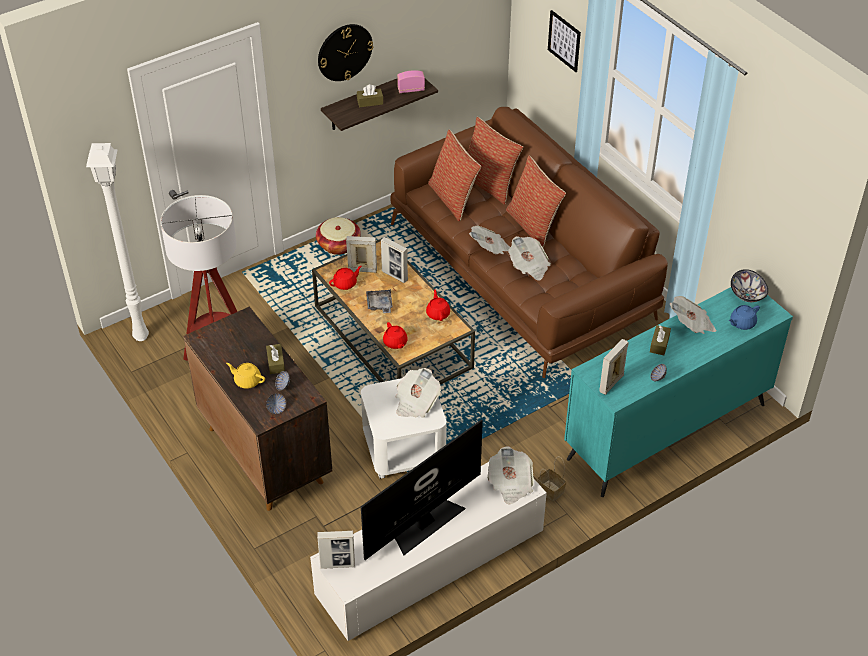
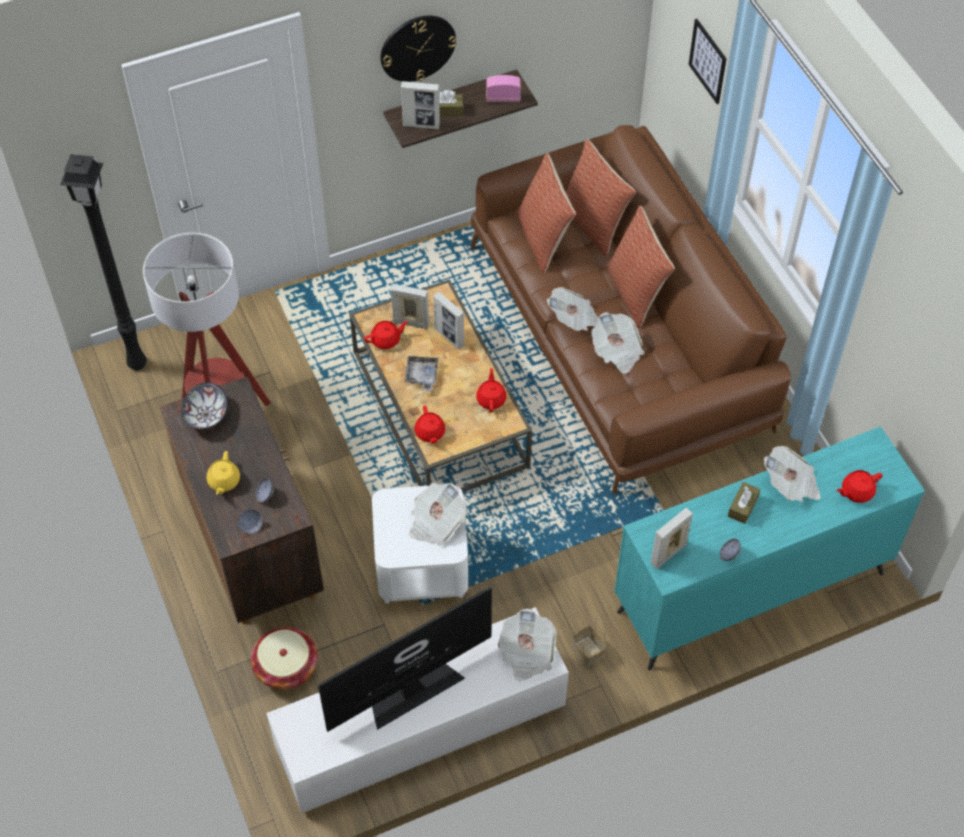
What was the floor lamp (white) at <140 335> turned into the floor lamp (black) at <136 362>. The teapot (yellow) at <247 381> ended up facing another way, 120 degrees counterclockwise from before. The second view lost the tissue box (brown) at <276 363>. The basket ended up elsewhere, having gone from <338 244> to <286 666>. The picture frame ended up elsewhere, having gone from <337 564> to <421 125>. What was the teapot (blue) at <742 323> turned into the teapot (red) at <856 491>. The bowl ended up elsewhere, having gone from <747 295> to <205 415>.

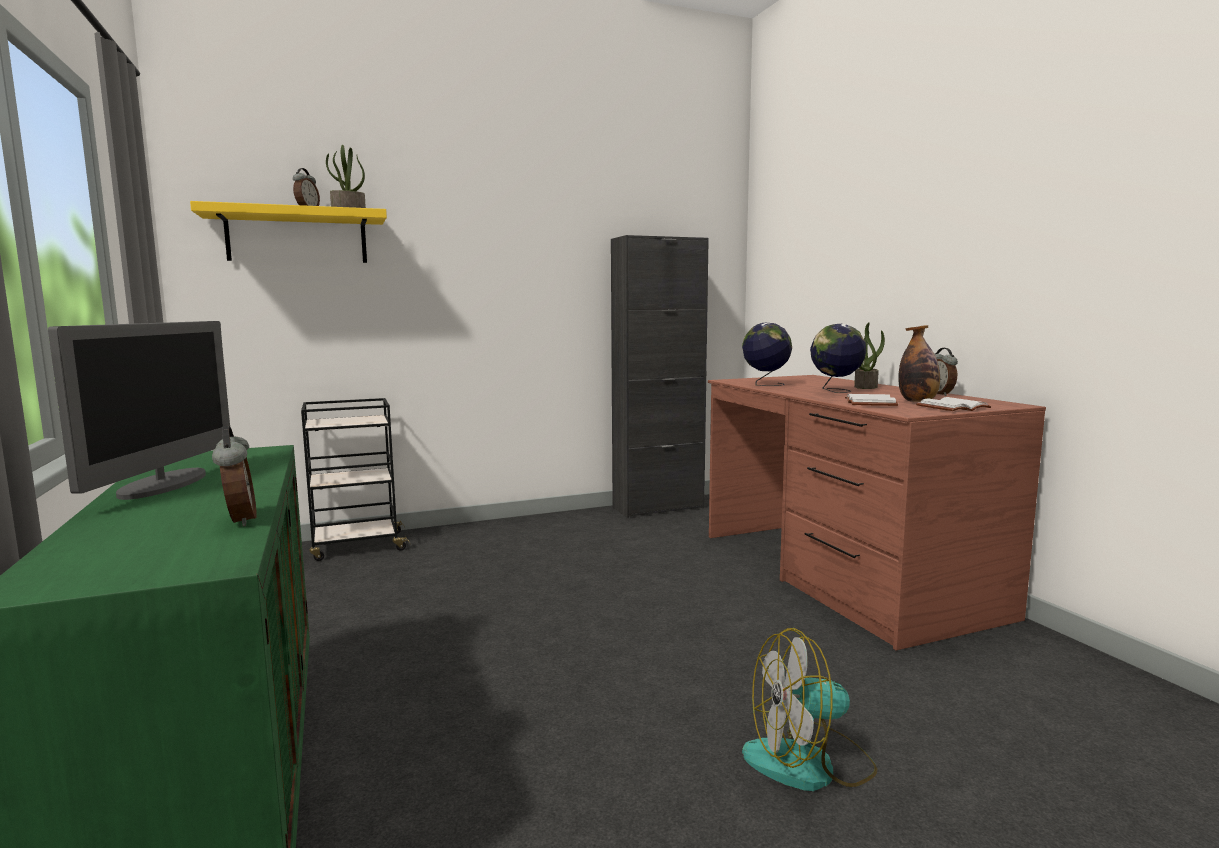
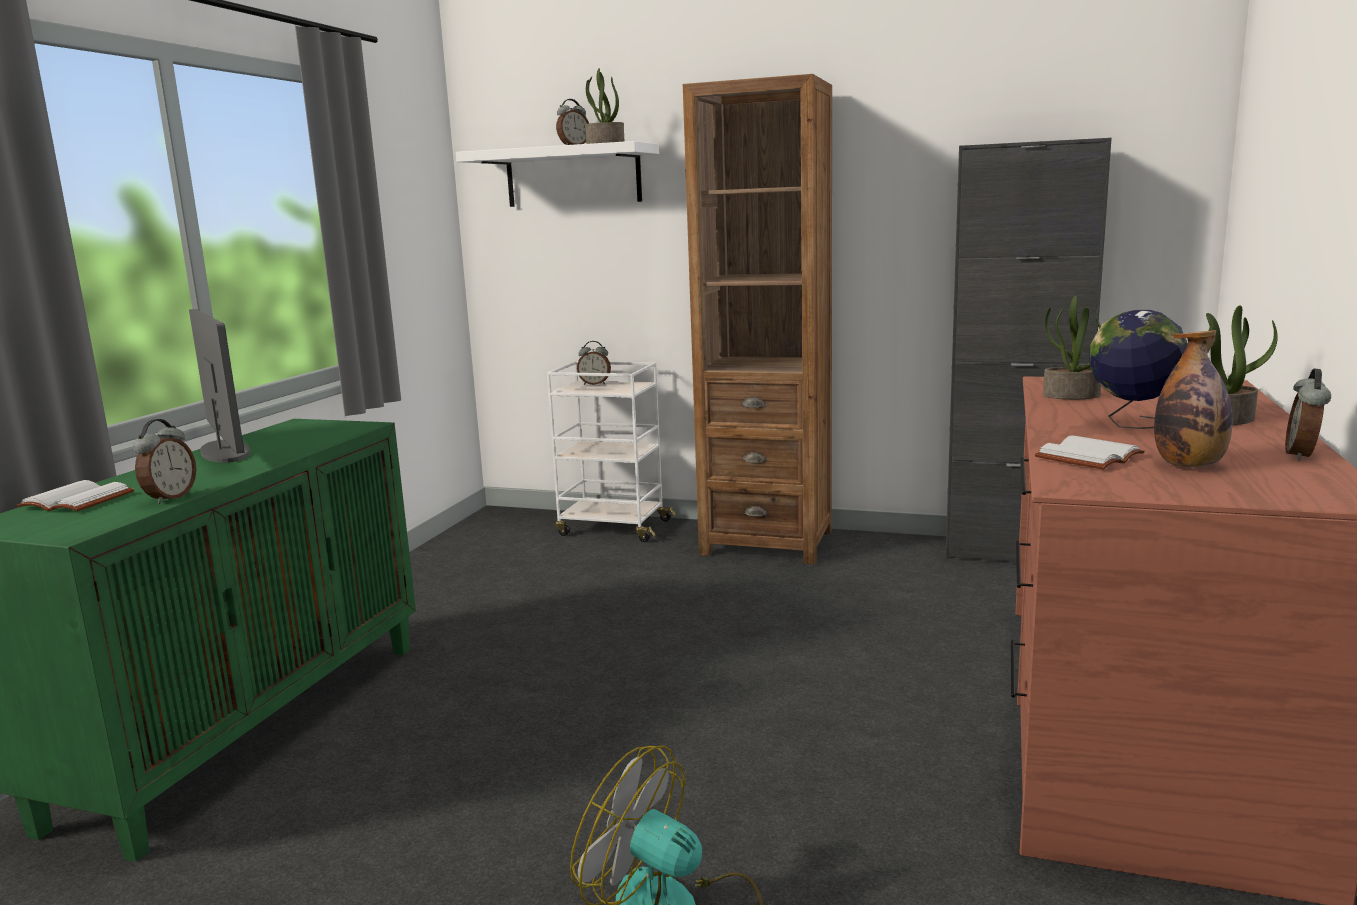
The monitor at <164 484> ended up facing another way, 75 degrees counterclockwise from before. What was the shelf (yellow) at <297 237> turned into the shelf (white) at <573 176>. What was the cart (black) at <357 546> turned into the cart (white) at <612 528>. Where the globe stood at <765 384>, the potted plant came to stand at <1070 396>. The book (white) ended up elsewhere, having gone from <952 407> to <80 500>. The second view gained the alarm clock at <595 384>. The second view gained the bookcase (brown) at <767 542>.

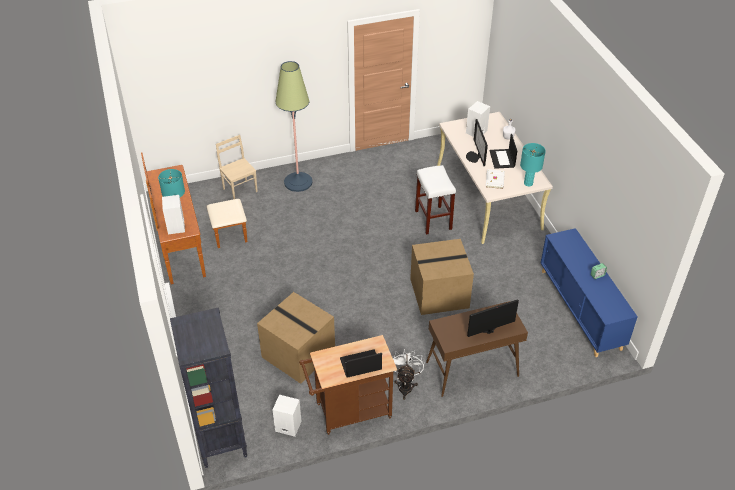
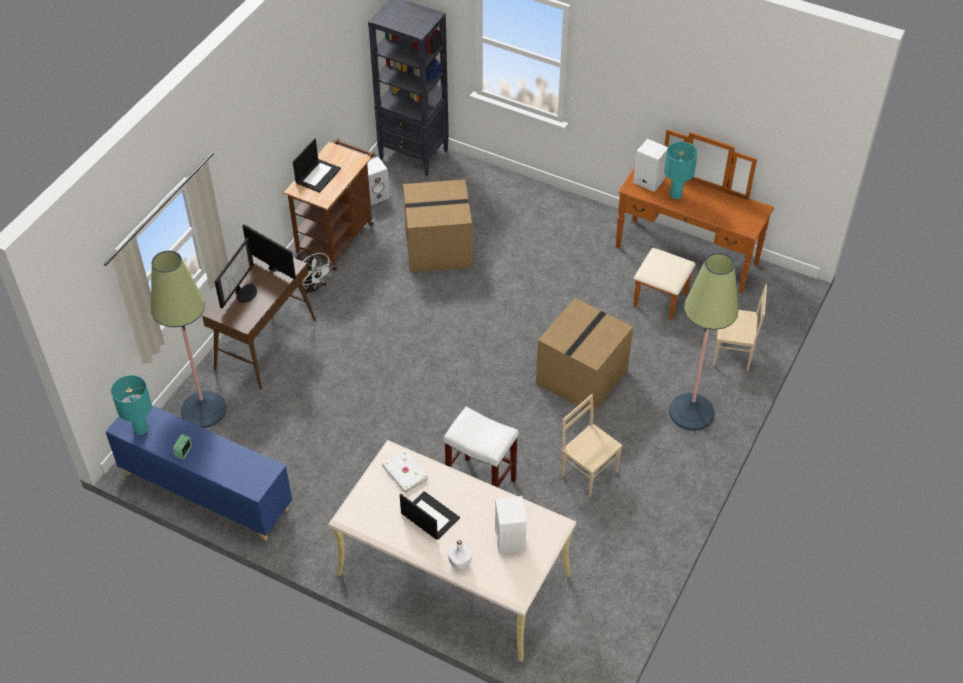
The cardboard box ended up elsewhere, having gone from <440 292> to <582 378>. The monitor ended up elsewhere, having gone from <474 157> to <276 265>. The table lamp (turquoise) ended up elsewhere, having gone from <528 183> to <141 429>. The second view gained the floor lamp at <203 410>. The second view gained the chair (beige) at <588 472>.

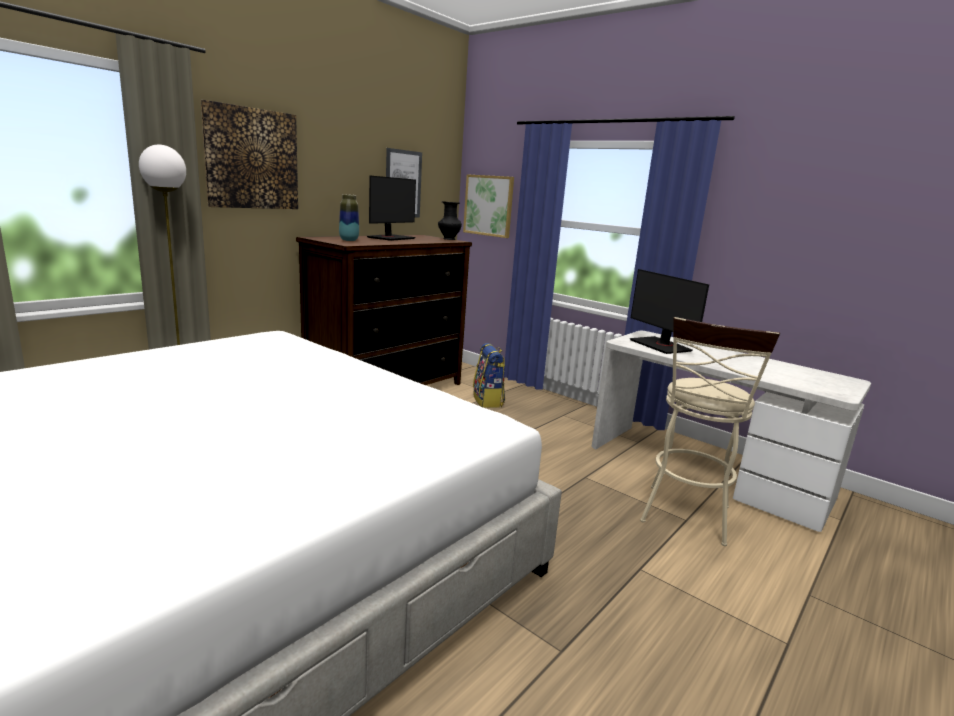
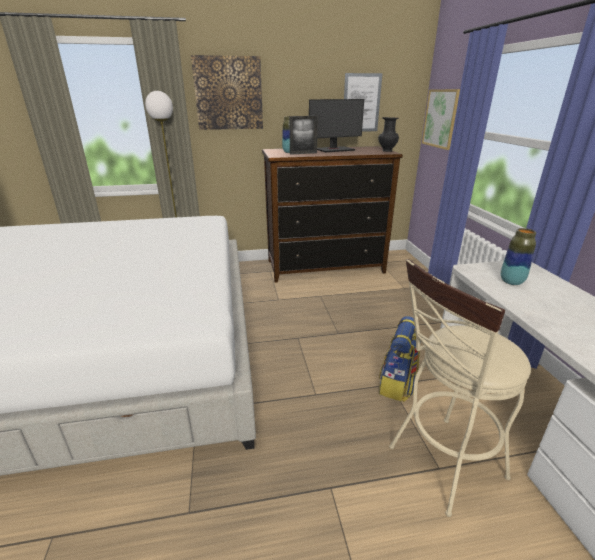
The backpack ended up elsewhere, having gone from <488 401> to <397 384>. Where the monitor stood at <661 345>, the vase came to stand at <511 282>. The second view gained the picture frame at <303 153>.

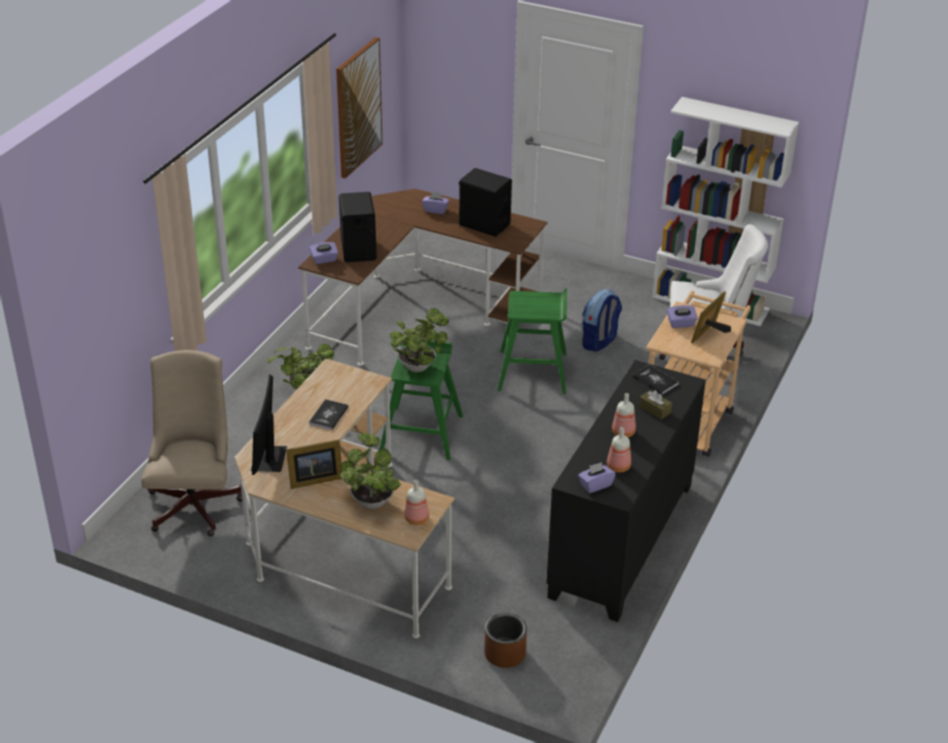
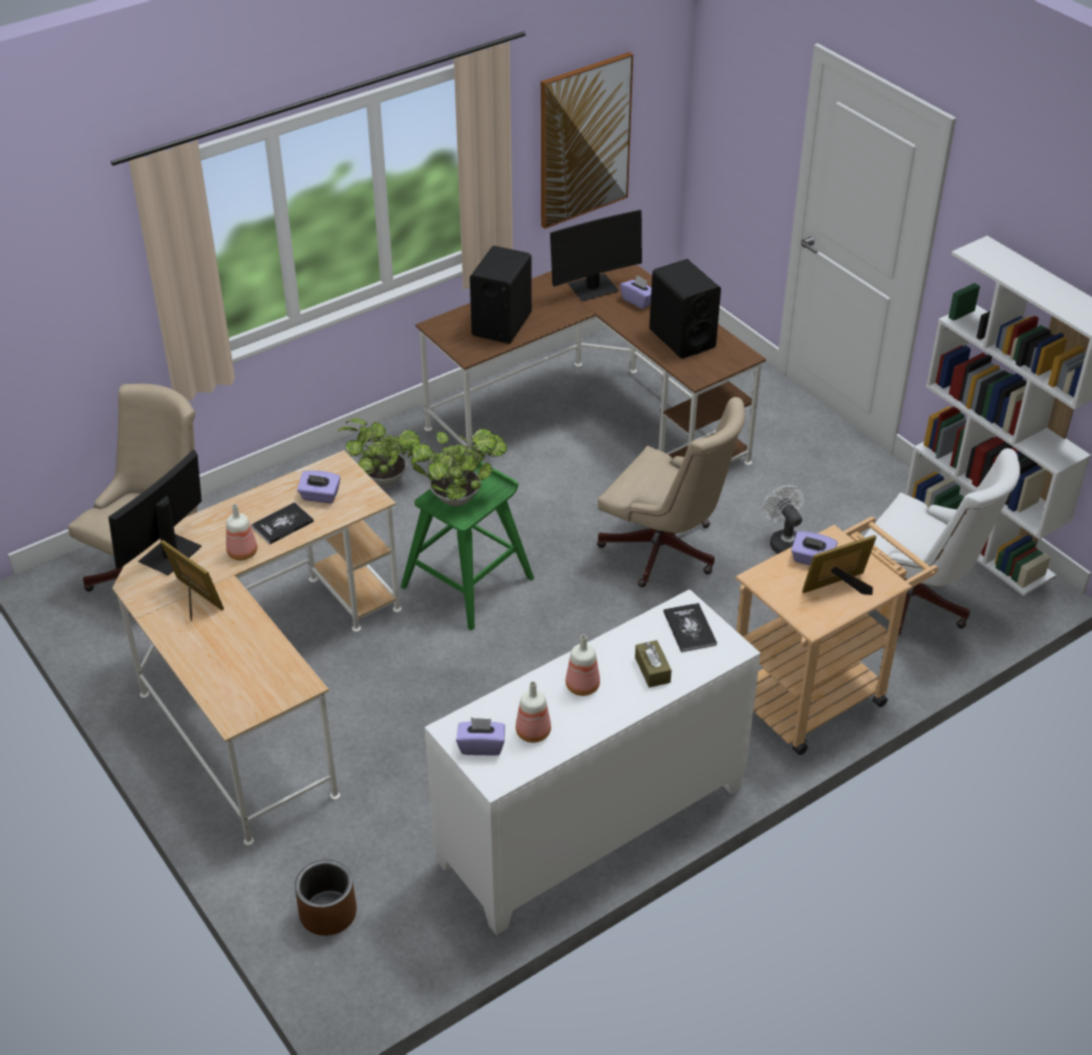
The picture frame at <313 479> ended up facing another way, 150 degrees counterclockwise from before. The tissue box (purple) ended up elsewhere, having gone from <324 260> to <320 496>. The second view lost the potted plant at <371 499>. The bottle ended up elsewhere, having gone from <417 518> to <243 553>. Where the stool (green) stood at <533 372>, the office chair (beige) came to stand at <666 553>. What was the cabinet (black) at <623 541> turned into the cabinet (white) at <593 826>. Where the backpack stood at <599 342>, the fan (white) came to stand at <783 542>. The second view gained the monitor at <593 288>.

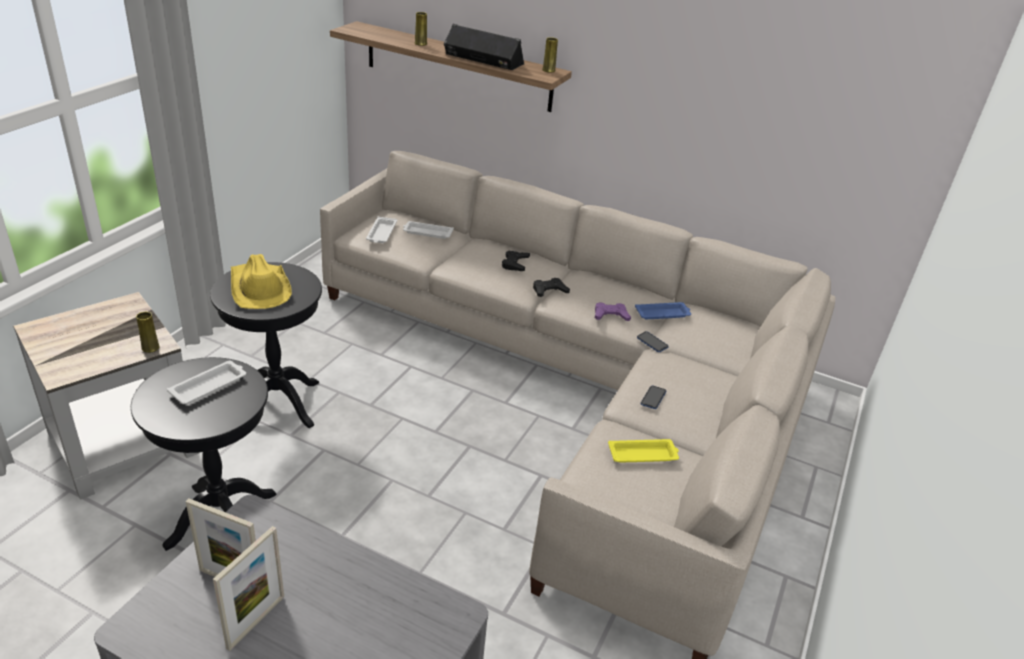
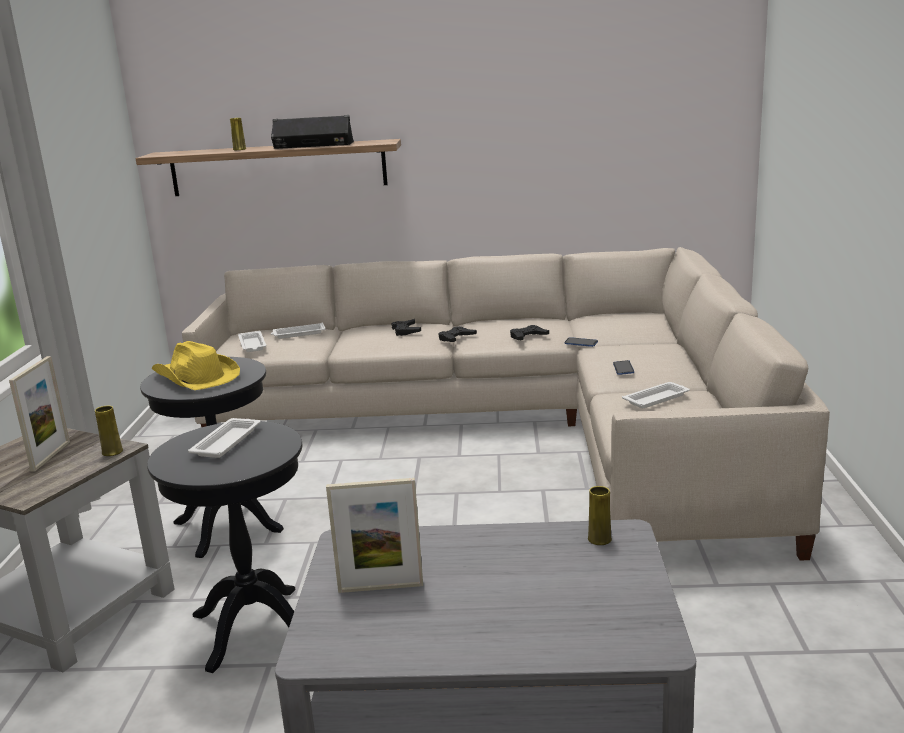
The picture frame ended up elsewhere, having gone from <256 622> to <51 456>. The vase (yellow) ended up elsewhere, having gone from <548 70> to <599 539>. What was the game controller (purple) at <610 315> turned into the game controller (black) at <528 337>. What was the tray (yellow) at <643 454> turned into the tray (white) at <657 399>. The second view lost the tray (blue) at <663 314>.

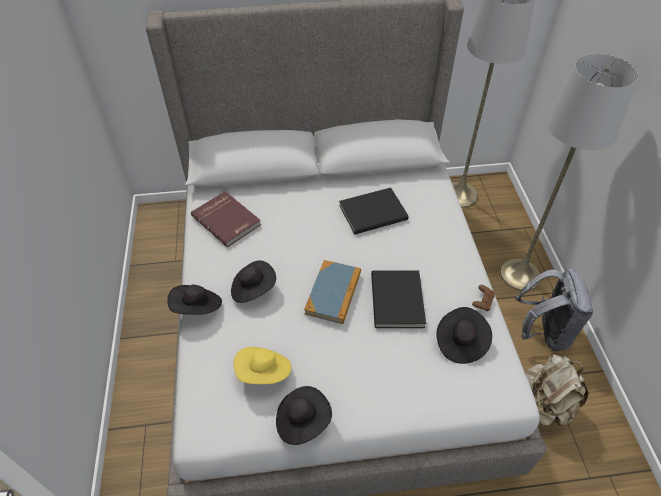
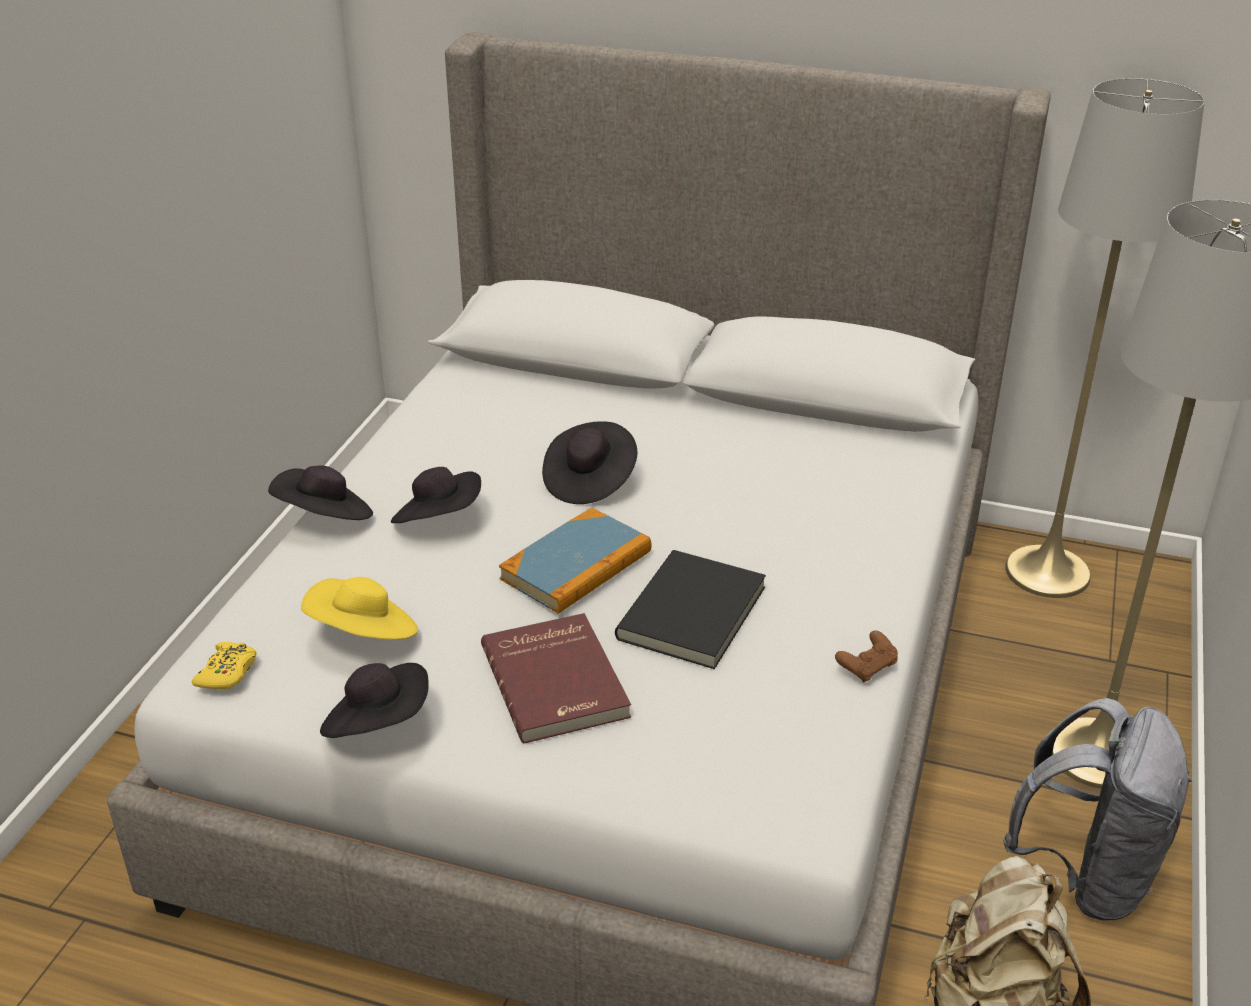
The book (red) ended up elsewhere, having gone from <227 220> to <557 681>. The second view lost the book (black) at <372 212>. The hat (black) ended up elsewhere, having gone from <460 342> to <589 481>. The second view gained the game controller (yellow) at <227 672>.

